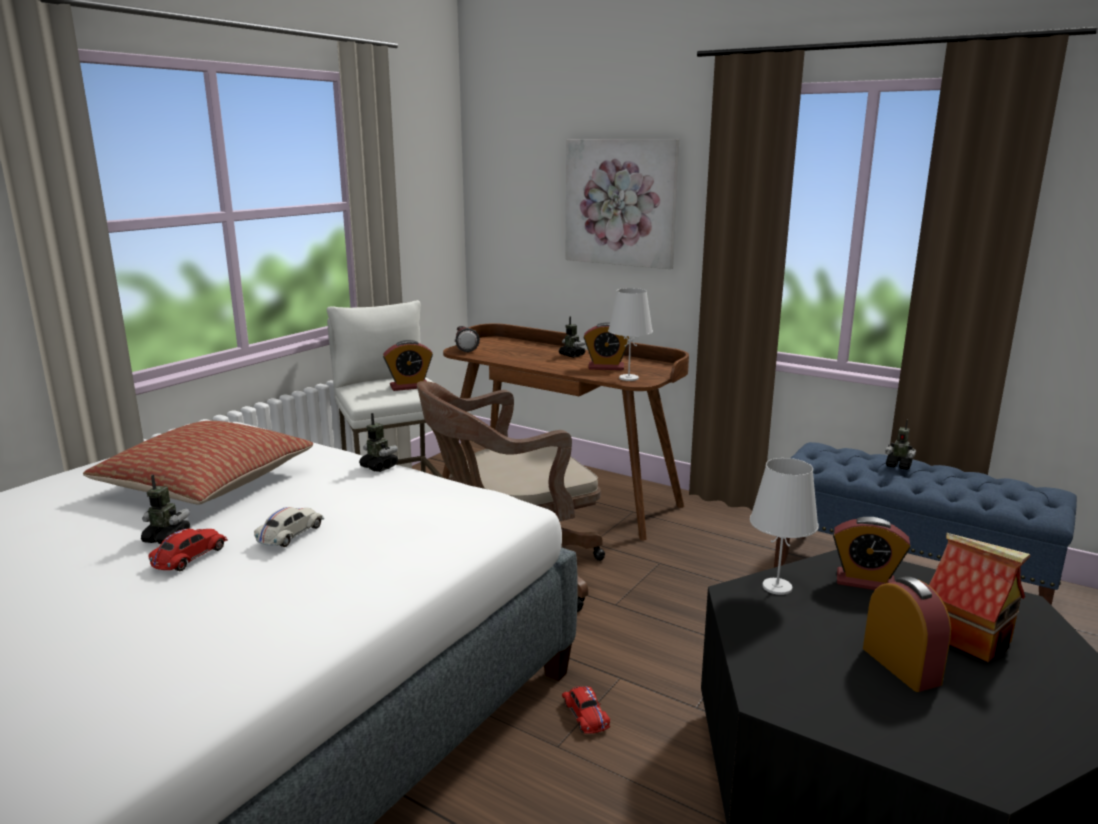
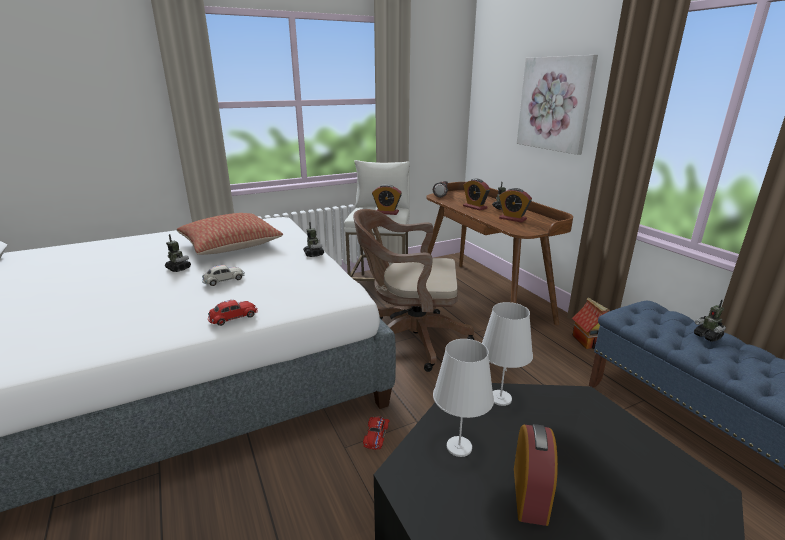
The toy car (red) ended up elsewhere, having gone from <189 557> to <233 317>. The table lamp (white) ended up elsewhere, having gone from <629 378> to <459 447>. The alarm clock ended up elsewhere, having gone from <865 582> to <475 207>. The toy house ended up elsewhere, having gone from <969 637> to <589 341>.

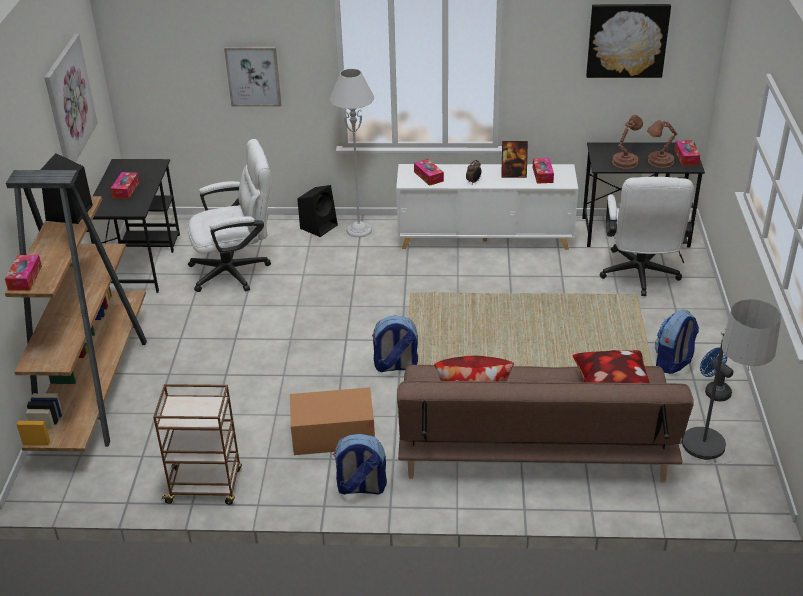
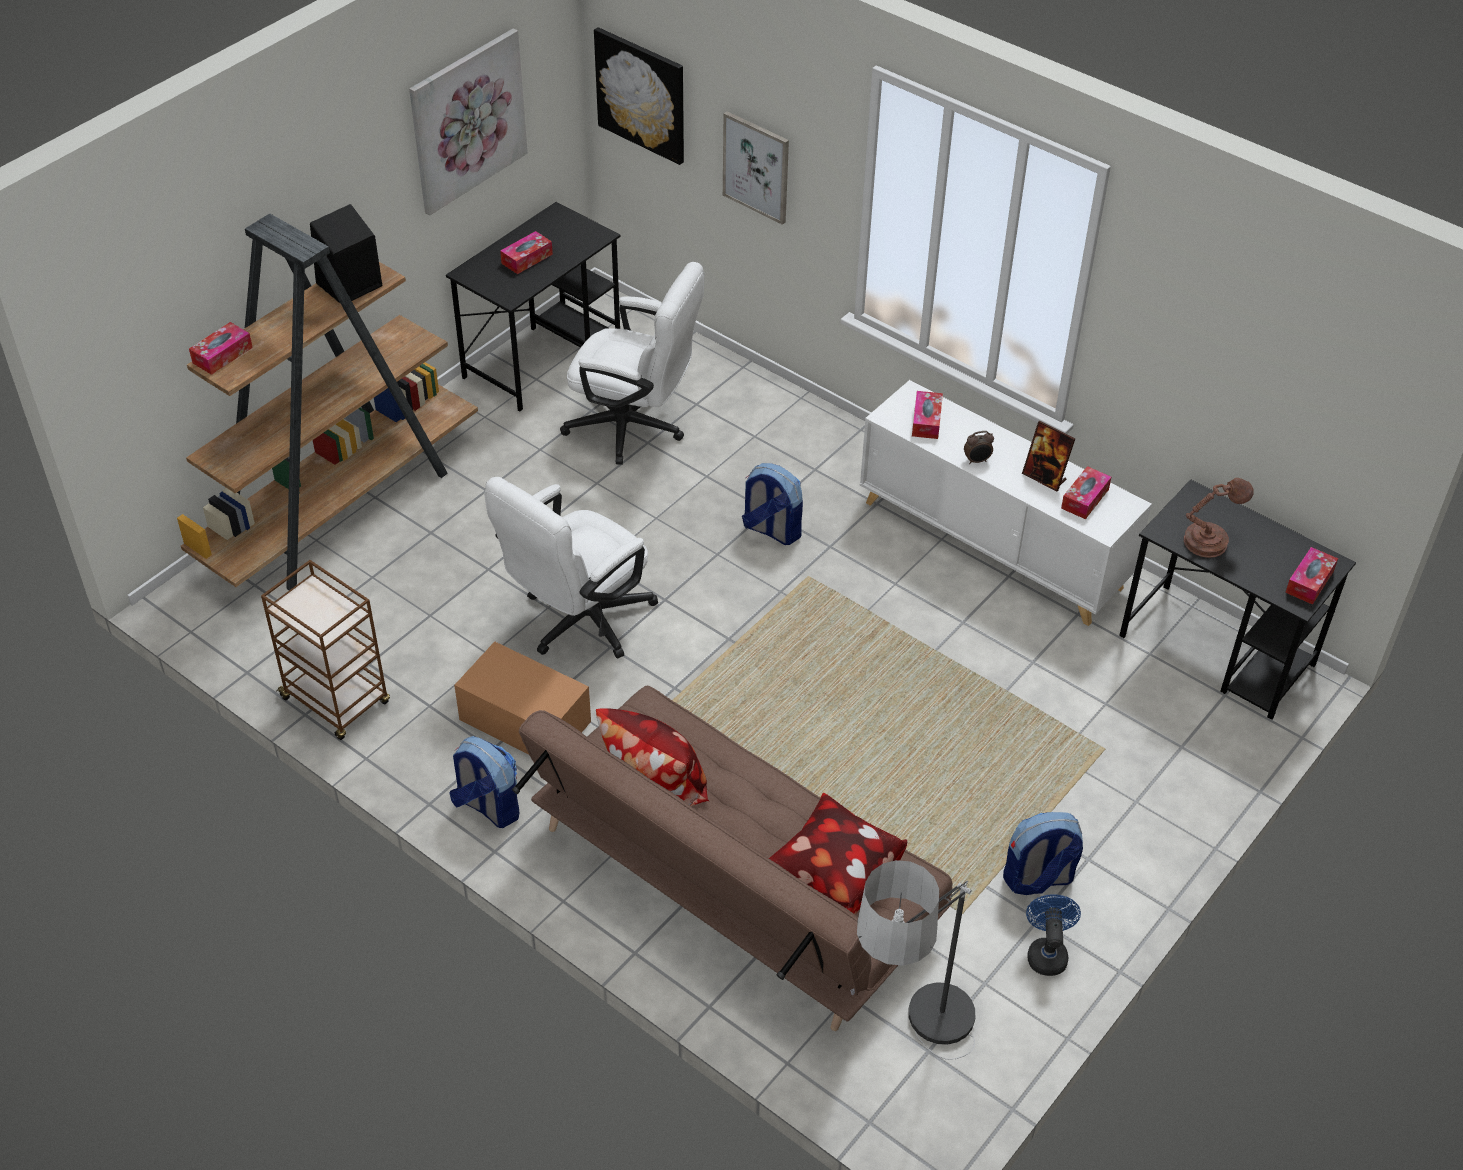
The second view lost the speaker (black) at <319 226>. The second view lost the floor lamp (grey) at <359 230>. The backpack ended up elsewhere, having gone from <395 366> to <771 530>. The picture ended up elsewhere, having gone from <627 40> to <641 94>. The office chair (white) ended up elsewhere, having gone from <639 276> to <578 623>. The second view lost the table lamp (brown) at <659 162>.

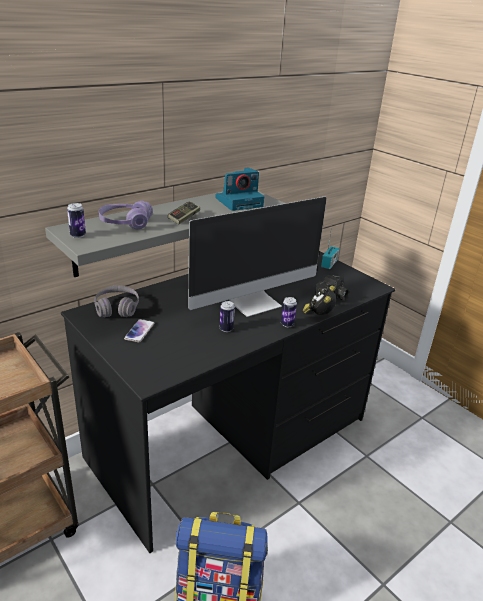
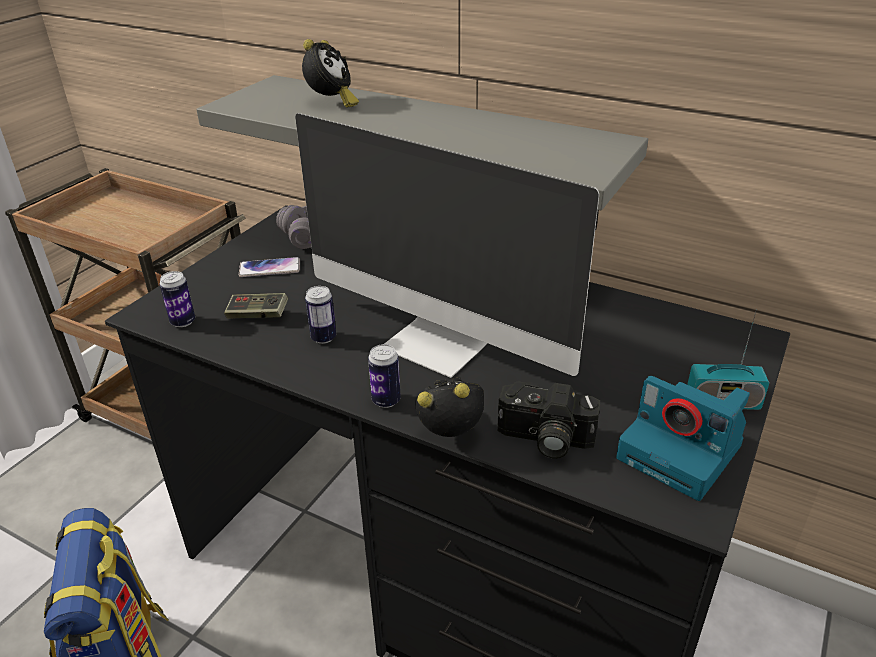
The can ended up elsewhere, having gone from <78 235> to <183 322>. Where the headphones (purple) stood at <125 223>, the alarm clock came to stand at <331 103>. The game controller ended up elsewhere, having gone from <184 218> to <257 315>. The photo camera ended up elsewhere, having gone from <239 202> to <682 452>.

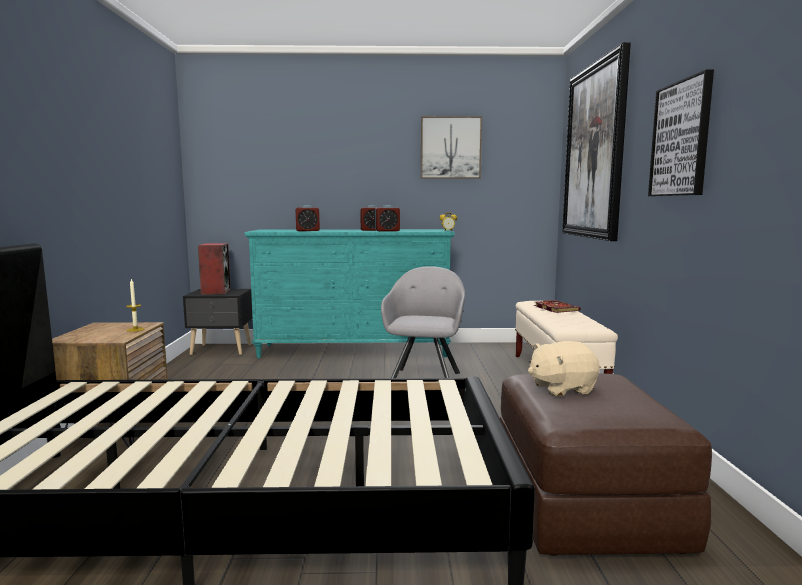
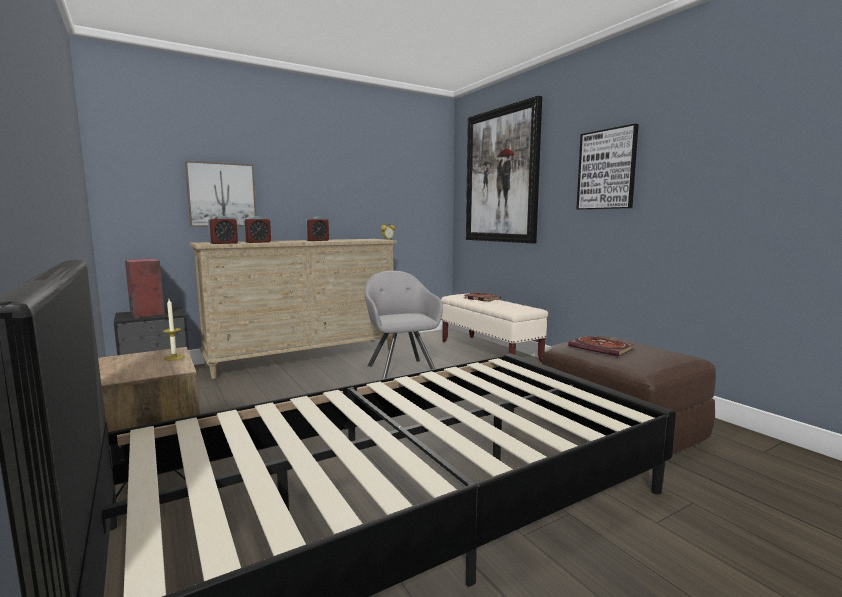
What was the dresser (turquoise) at <354 350> turned into the dresser (beige) at <304 357>. The alarm clock ended up elsewhere, having gone from <387 231> to <224 243>. The picture ended up elsewhere, having gone from <450 148> to <222 195>. Where the plush toy (beige) stood at <561 388>, the book came to stand at <602 348>.

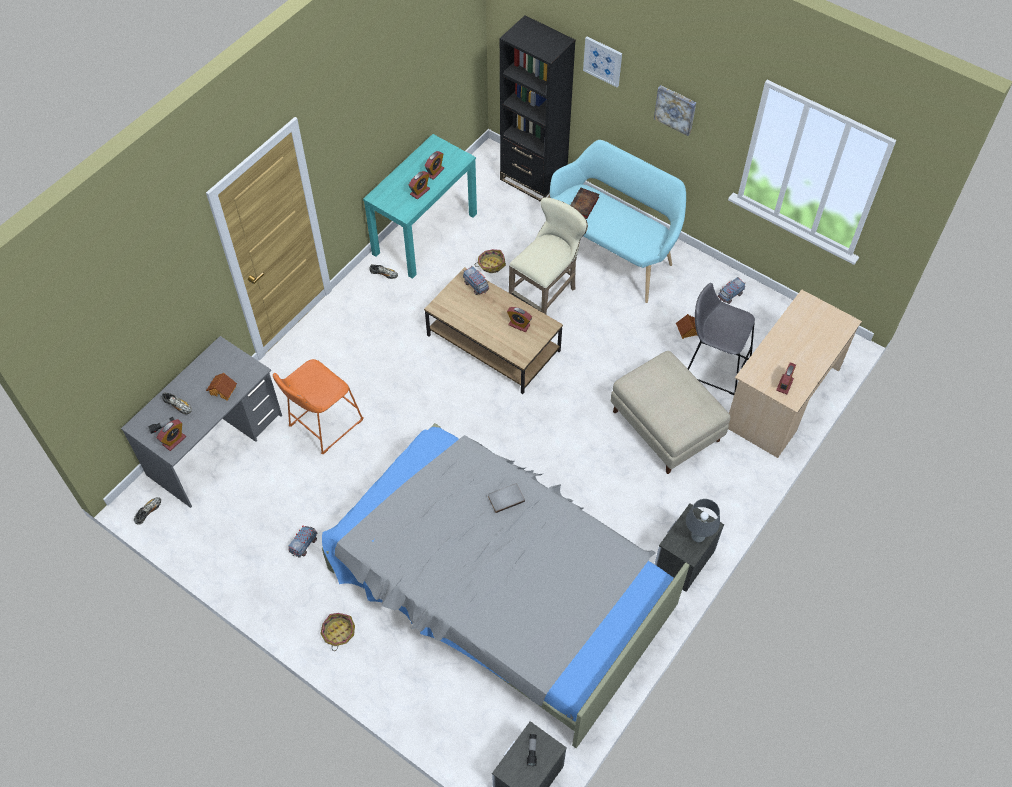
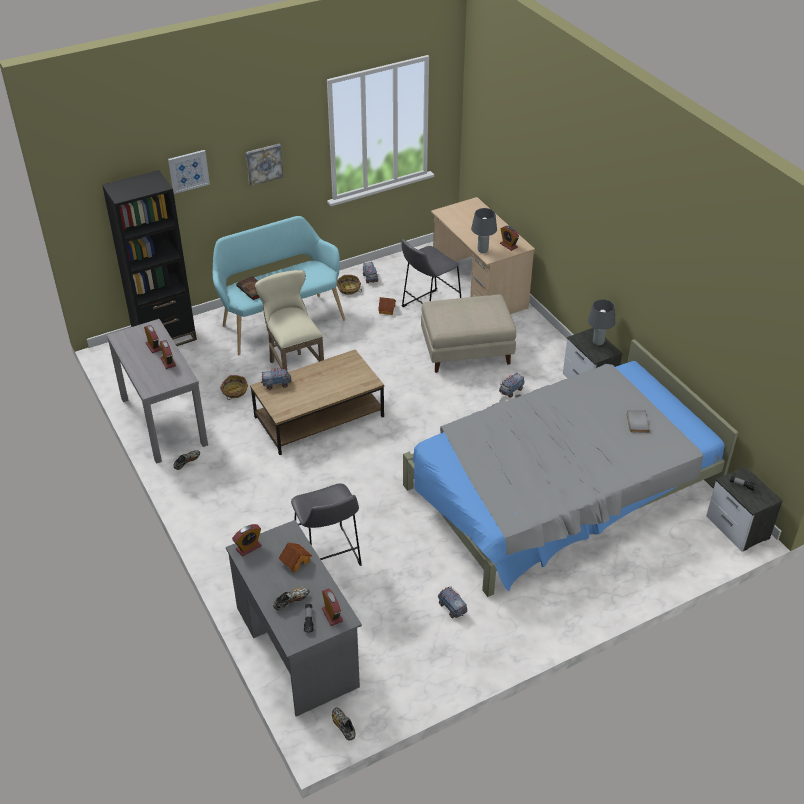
What was the stool (orange) at <322 425> turned into the stool (grey) at <328 556>. The basket ended up elsewhere, having gone from <338 632> to <349 289>. What was the console table (turquoise) at <425 233> turned into the console table (grey) at <163 421>. The book (grey) ended up elsewhere, having gone from <505 498> to <636 422>. The alarm clock ended up elsewhere, having gone from <519 325> to <248 547>. The second view gained the table lamp (grey) at <482 250>. The second view gained the toy truck at <511 391>.

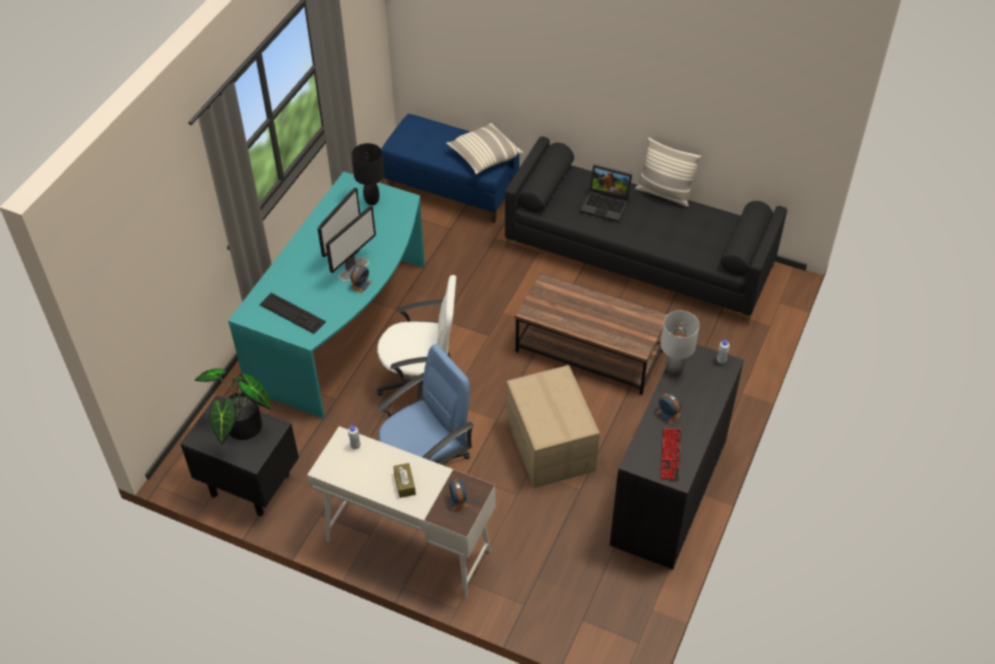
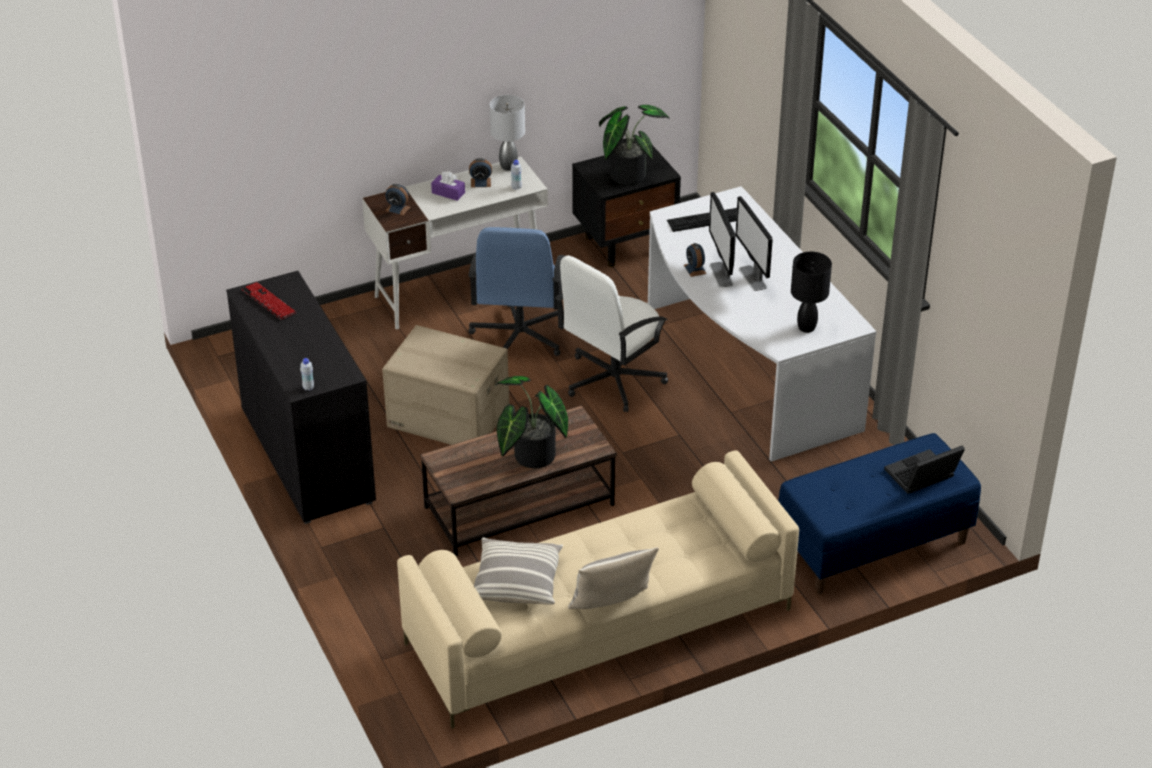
What was the desk (turquoise) at <345 327> turned into the desk (white) at <745 370>. What was the tissue box (brown) at <404 484> turned into the tissue box (purple) at <448 193>. The pillow ended up elsewhere, having gone from <484 156> to <516 582>. What was the sofa (black) at <640 256> turned into the sofa (beige) at <598 628>. The laptop ended up elsewhere, having gone from <607 204> to <921 477>. The alarm clock ended up elsewhere, having gone from <668 413> to <480 182>. The table lamp (grey) ended up elsewhere, having gone from <673 371> to <508 166>. The second view gained the potted plant at <529 457>.

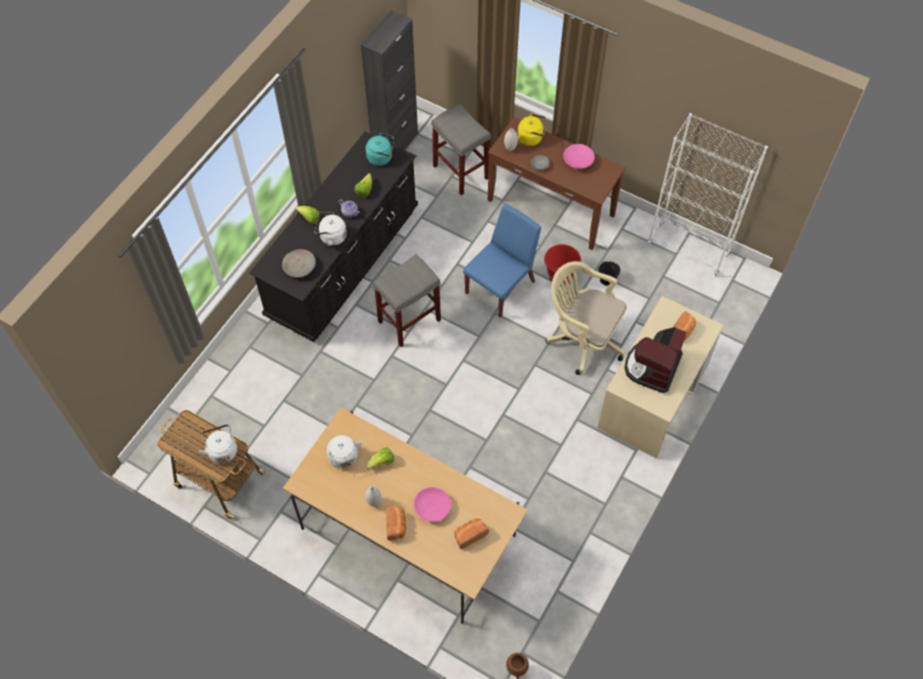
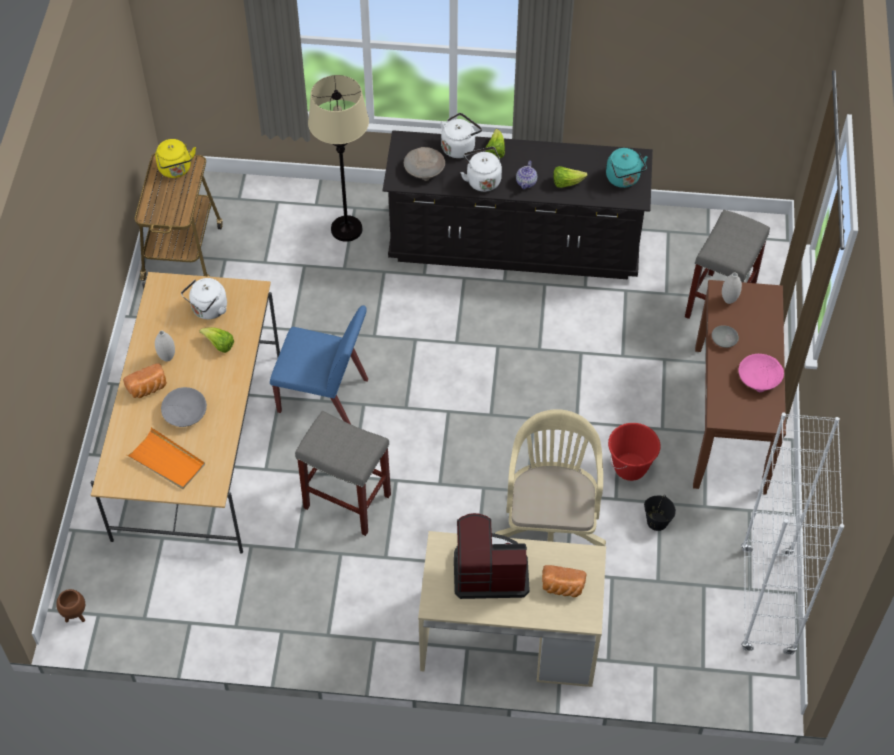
The kettle (white) ended up elsewhere, having gone from <222 450> to <459 147>. The second view lost the cabinet (black) at <395 145>. The stool (grey) ended up elsewhere, having gone from <409 321> to <346 501>. What was the bowl (pink) at <432 507> turned into the bowl (grey) at <185 413>. Where the bread stood at <469 534>, the tray (orange) came to stand at <167 461>. The chair (blue) ended up elsewhere, having gone from <500 286> to <324 396>. The kettle (yellow) ended up elsewhere, having gone from <532 138> to <176 170>. The second view gained the floor lamp (beige) at <347 229>.

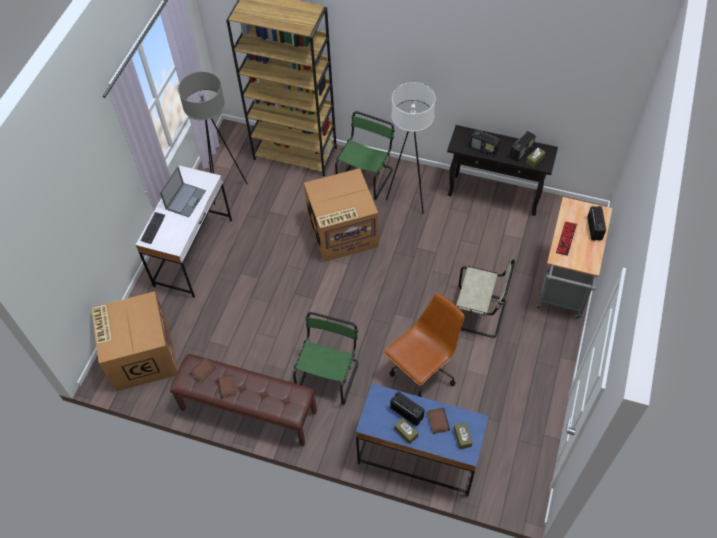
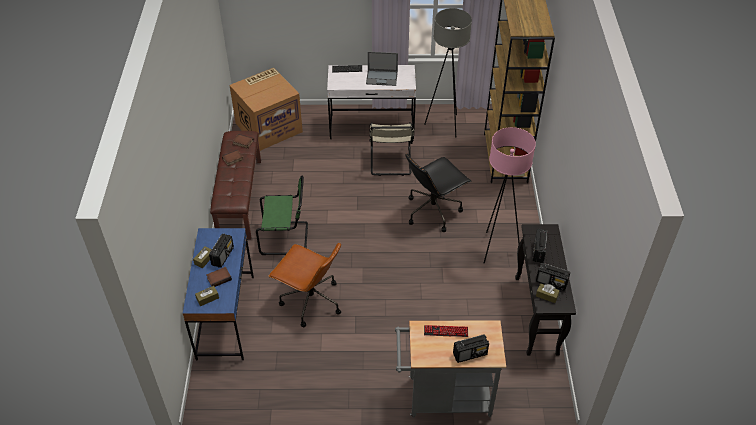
Where the cardboard box stood at <342 233>, the office chair (black) came to stand at <433 210>. The second view lost the chair (green) at <366 176>. What was the floor lamp (white) at <409 198> turned into the floor lamp (pink) at <496 248>. The chair (beige) ended up elsewhere, having gone from <479 313> to <390 162>.

